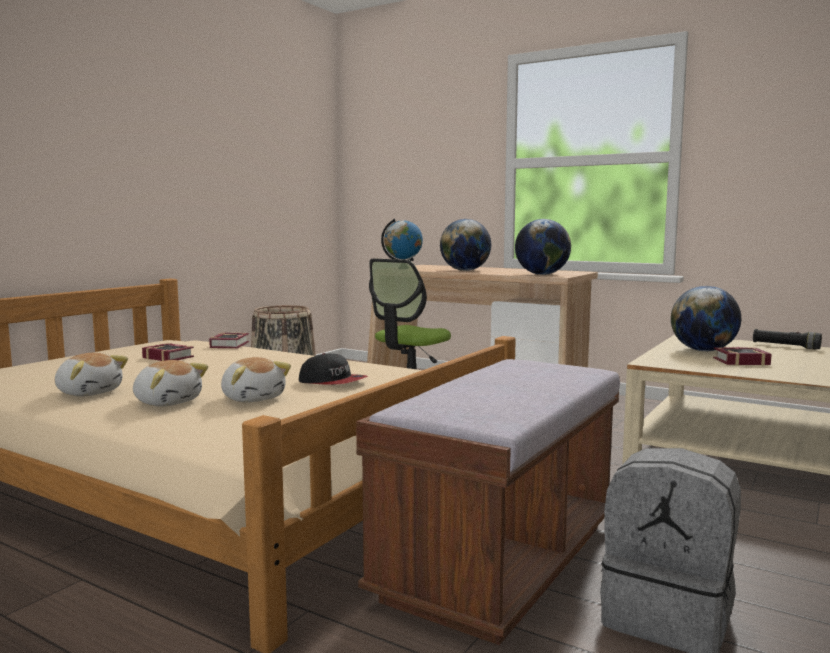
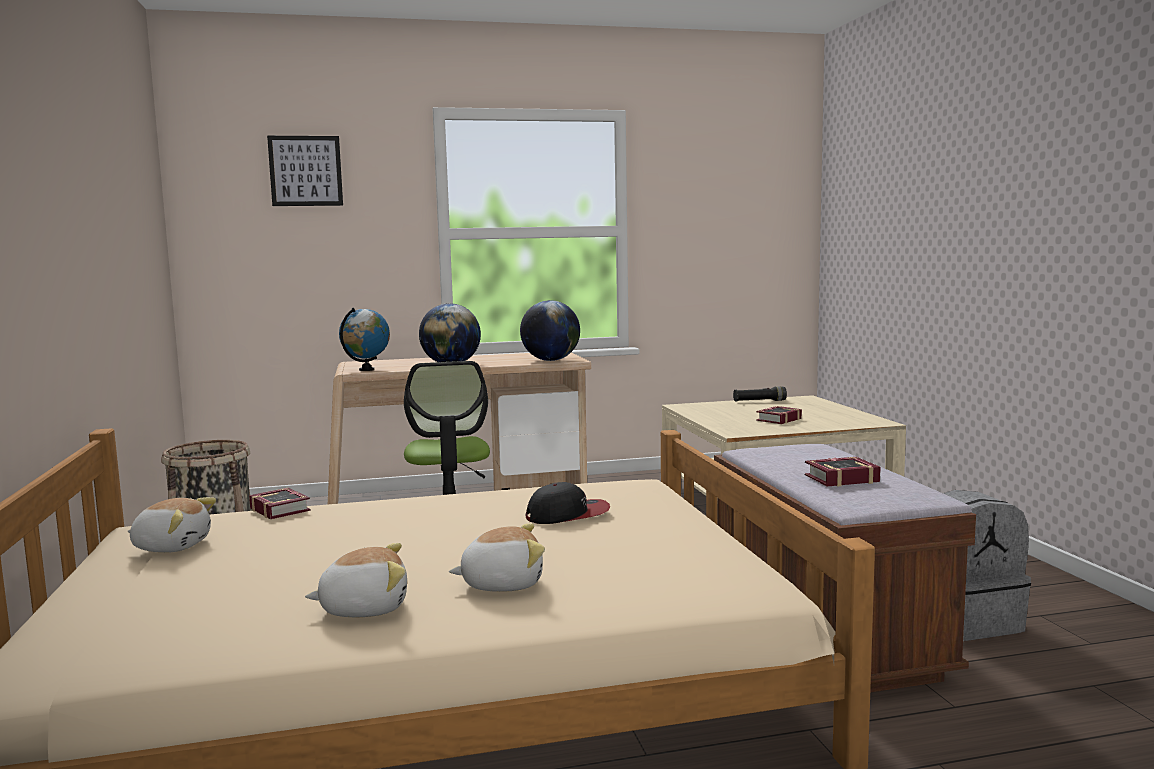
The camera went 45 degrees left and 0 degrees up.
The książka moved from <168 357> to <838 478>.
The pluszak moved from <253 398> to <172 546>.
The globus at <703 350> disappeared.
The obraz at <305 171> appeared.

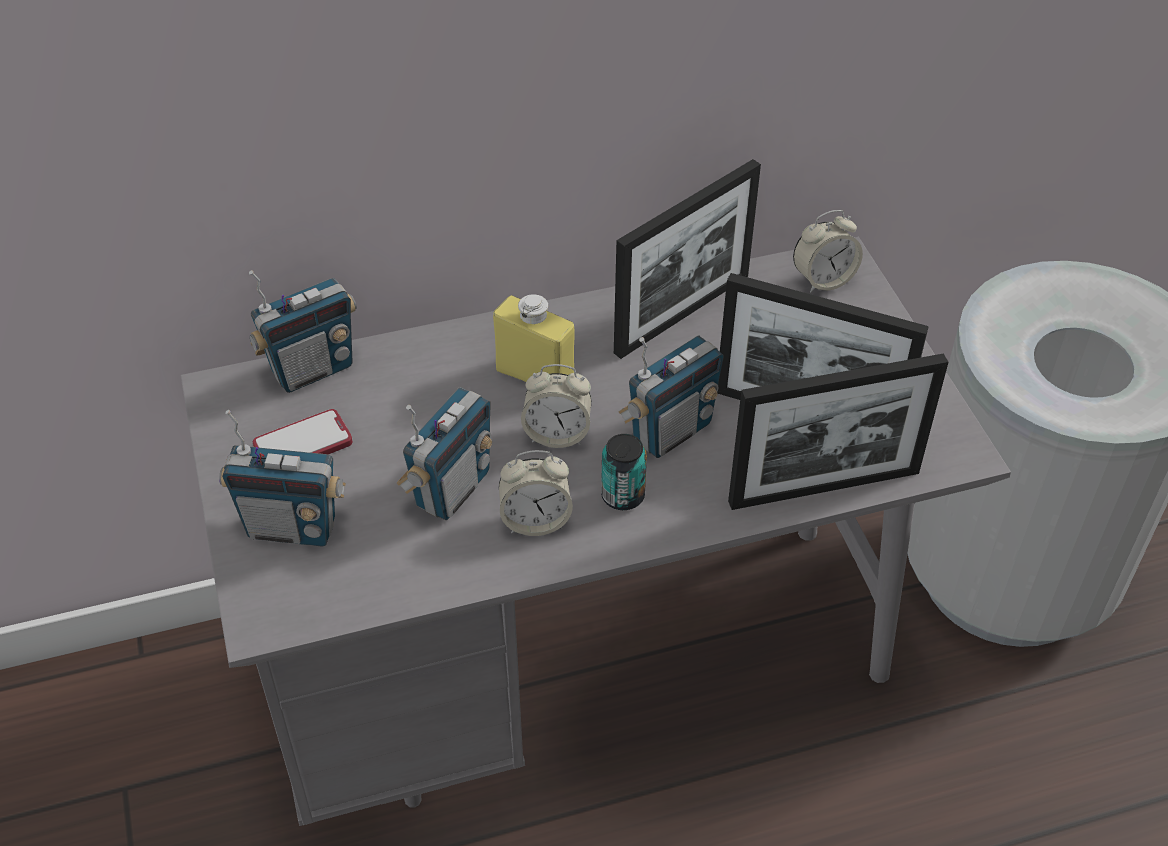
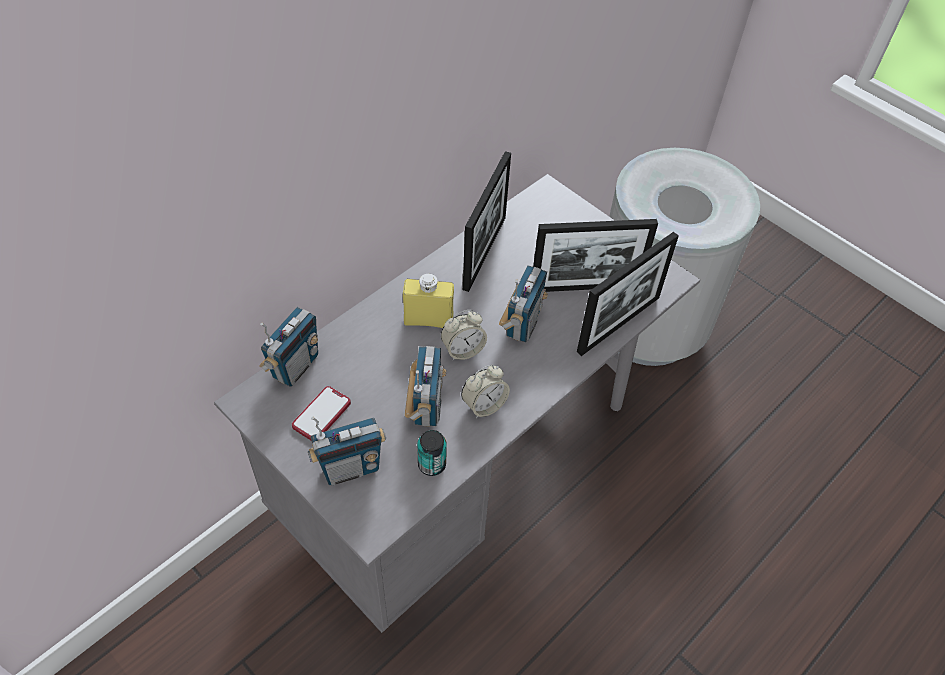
The camera went 30 degrees left and 5 degrees up.
The puszka moved from <622 496> to <432 464>.
The budzik at <823 280> disappeared.

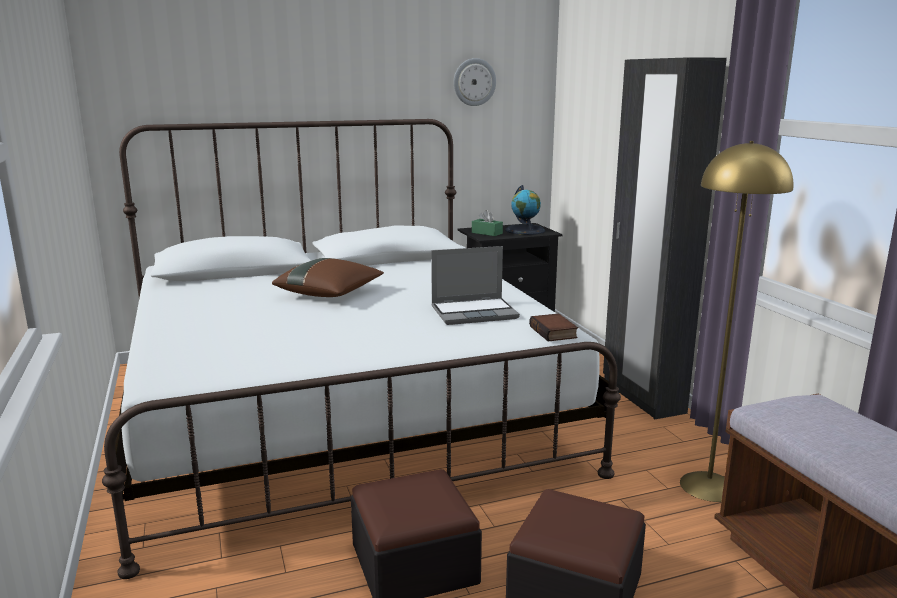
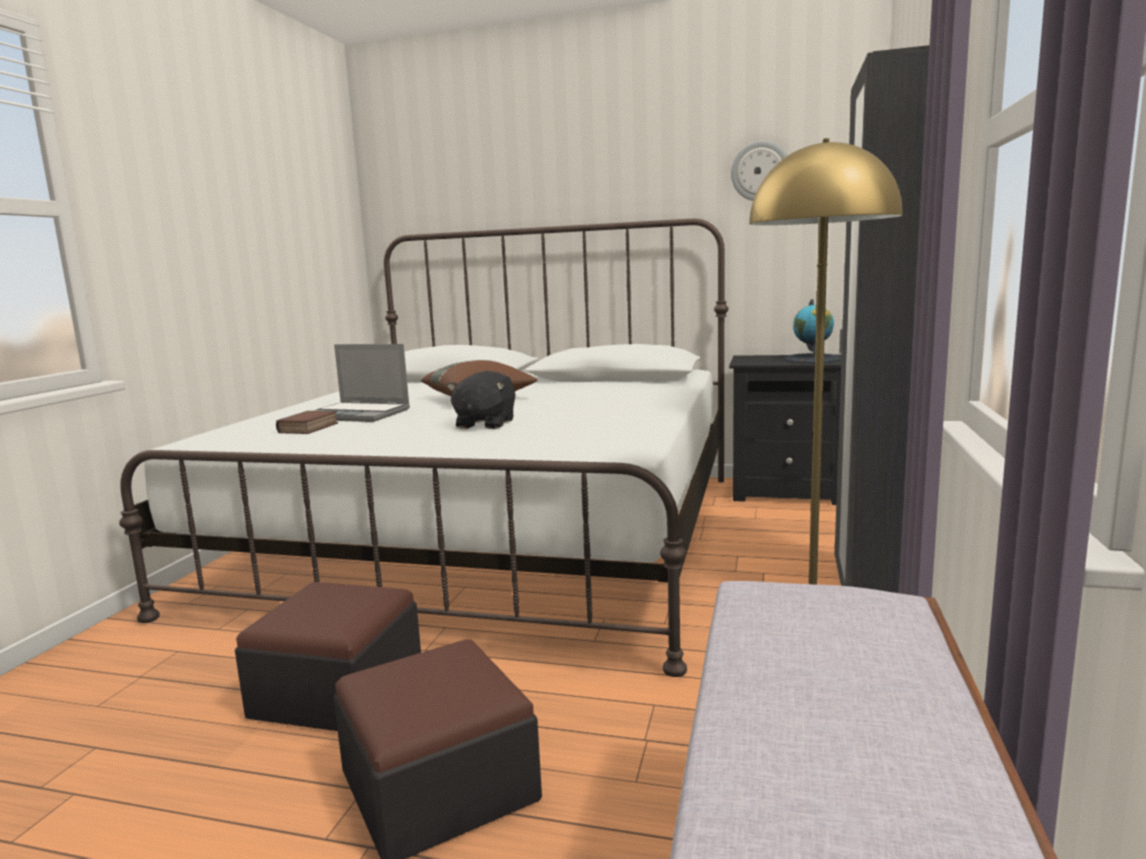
The camera went 35 degrees right and 5 degrees down.
The laptop moved from <475 312> to <360 414>.
The pudełko chusteczek (zielony) at <487 233> disappeared.
The książka moved from <554 332> to <309 428>.
The pluszak (czarny) at <484 424> appeared.

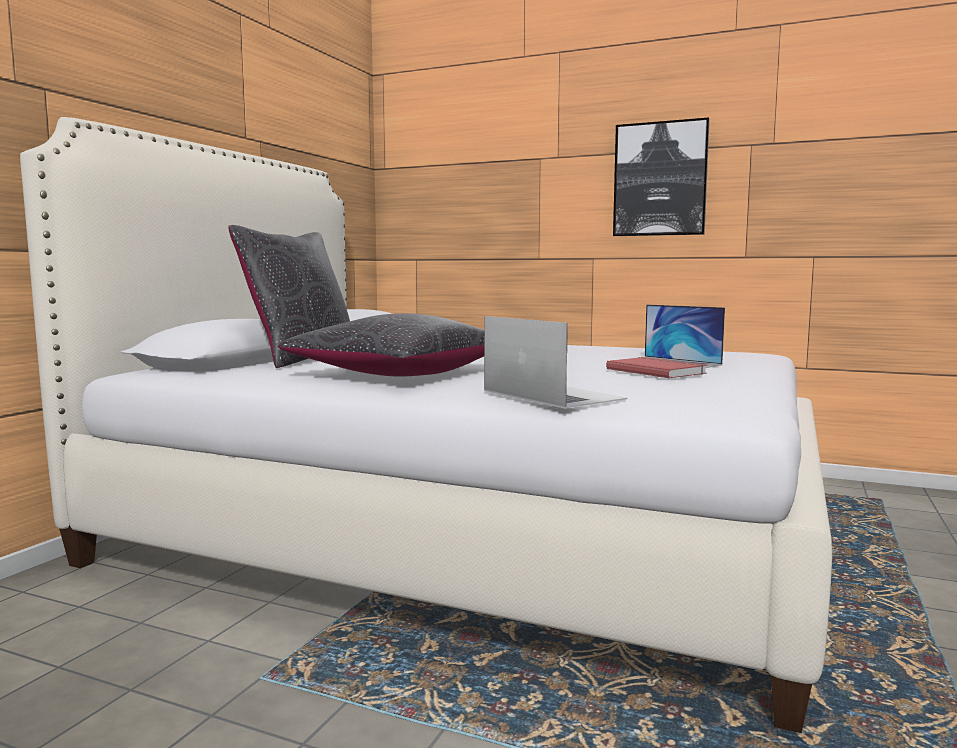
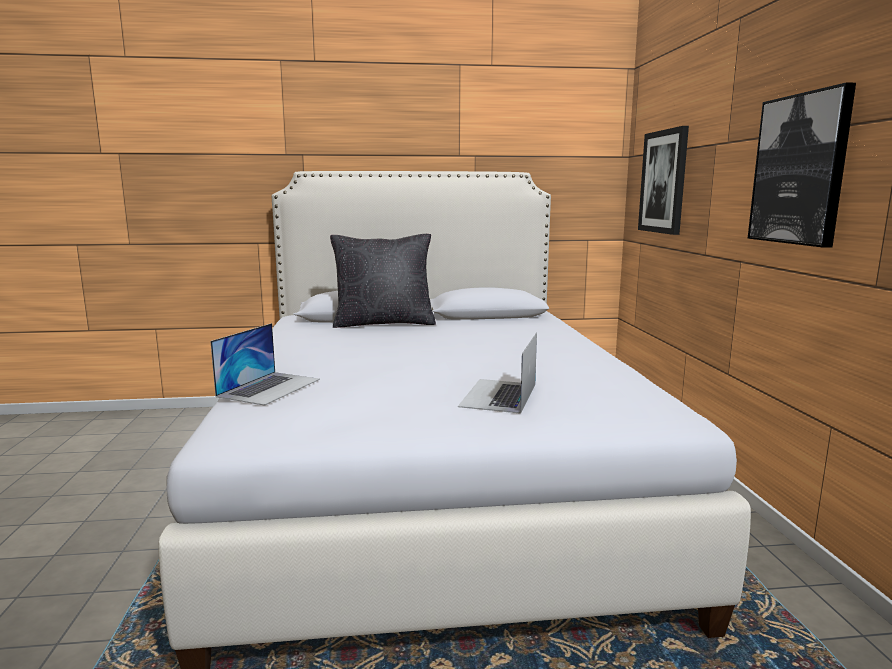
The camera went 60 degrees right and 5 degrees up.
The poduszka (czarny) at <399 374> disappeared.
The książka (czerwony) at <657 371> disappeared.
The obraz at <664 182> appeared.

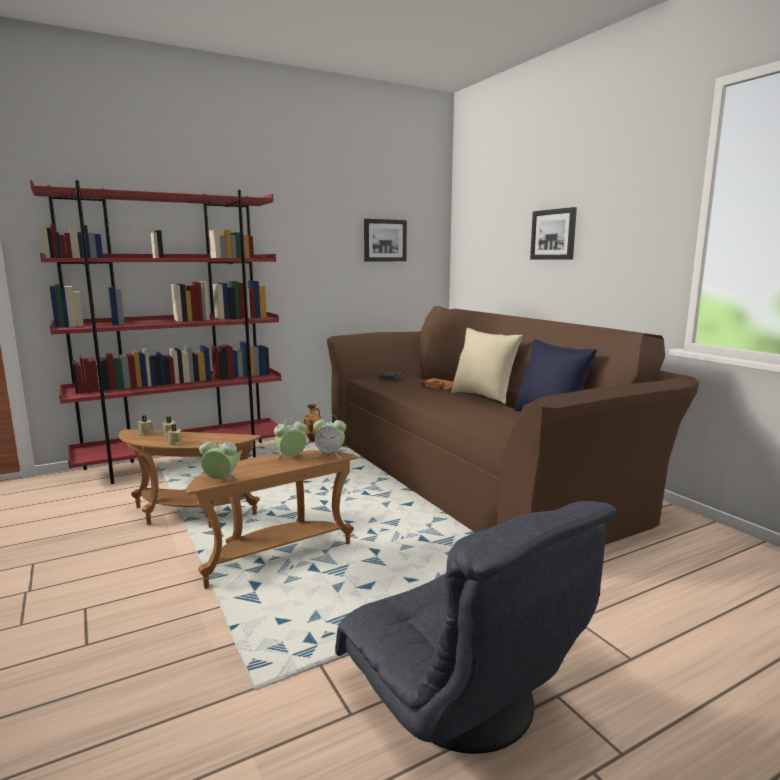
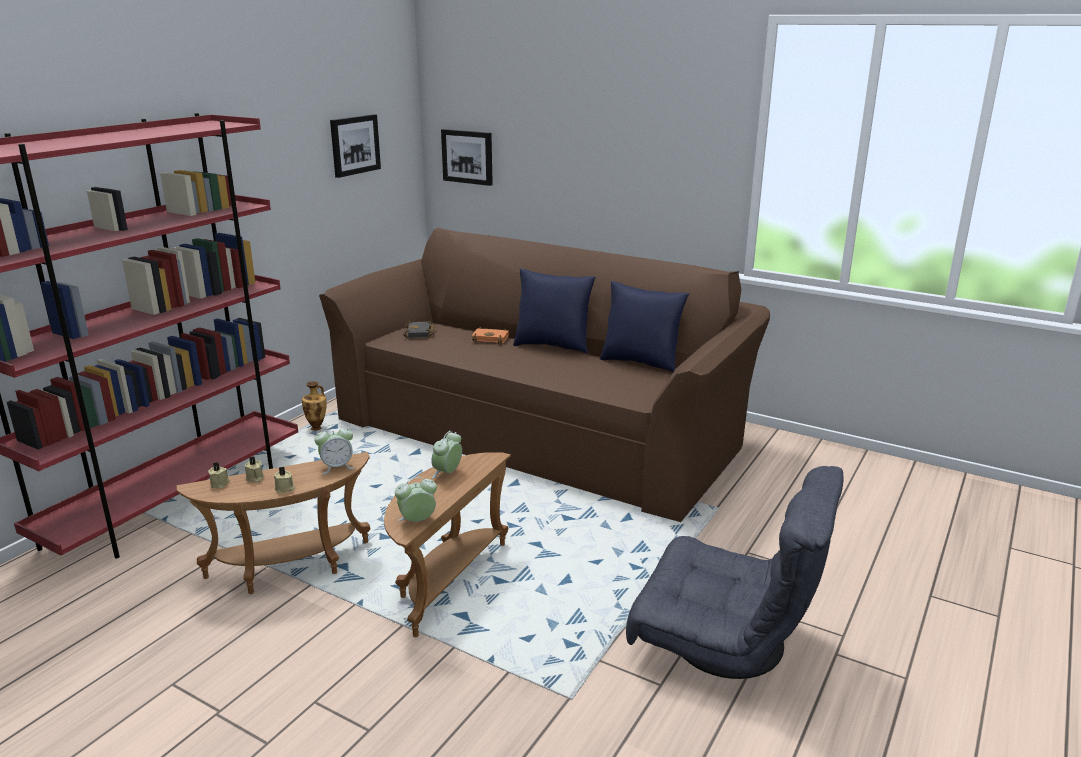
The camera went 30 degrees left and 10 degrees up.
The budzik moved from <330 454> to <337 467>.
The poduszka (beżowy) at <483 396> became the poduszka (niebieski) at <553 346>.
The obraz moved from <553 234> to <467 156>.

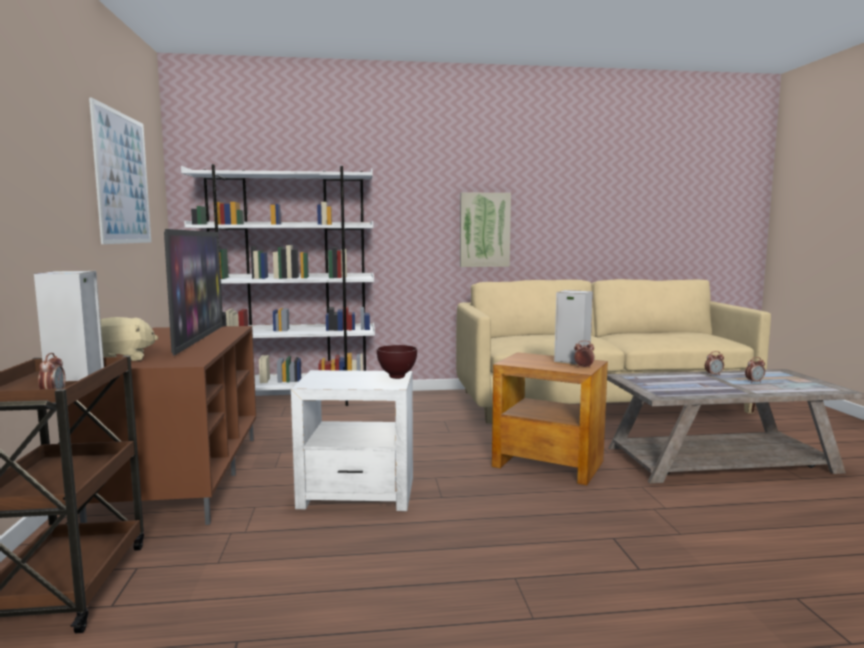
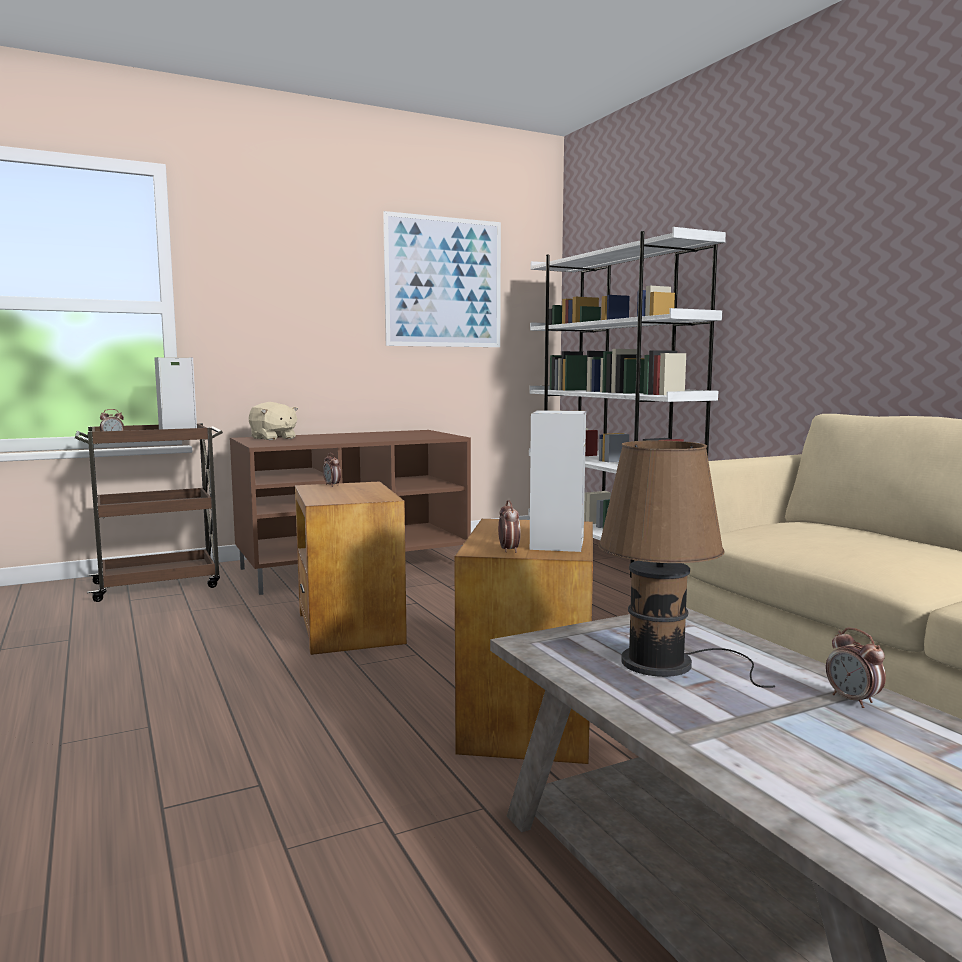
The camera went 70 degrees right and 0 degrees up.
The telewizor at <198 339> disappeared.
The stolik (biały) at <358 493> became the stolik (brązowy) at <349 628>.
The miska (brązowy) at <398 377> disappeared.
The obraz at <484 230> disappeared.
The budzik moved from <754 382> to <332 485>.
The lampa stołowa (brązowy) at <665 663> appeared.

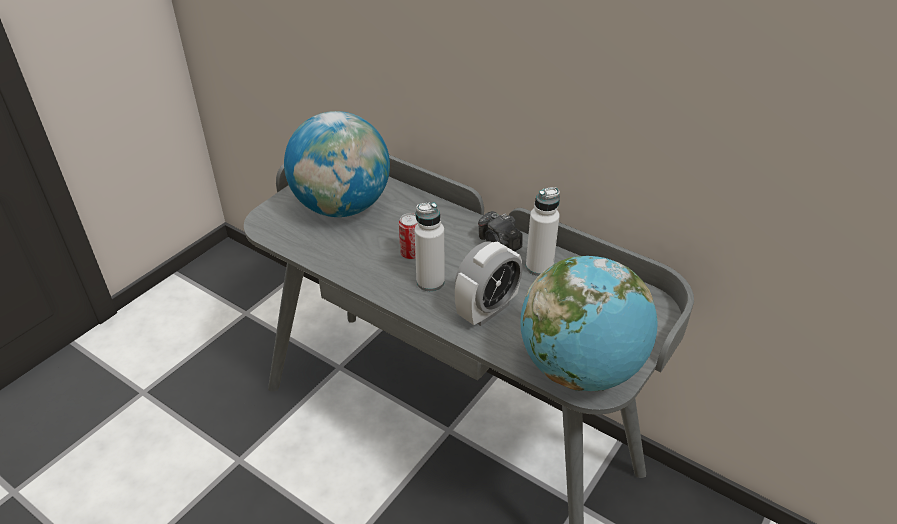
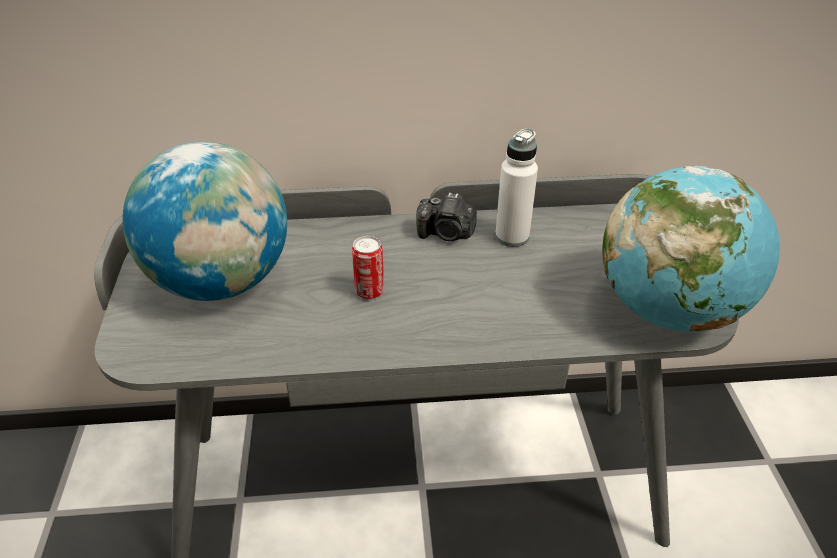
The camera went 40 degrees left and 0 degrees up.
The butelka (biały) at <430 282> disappeared.
The budzik at <487 310> disappeared.

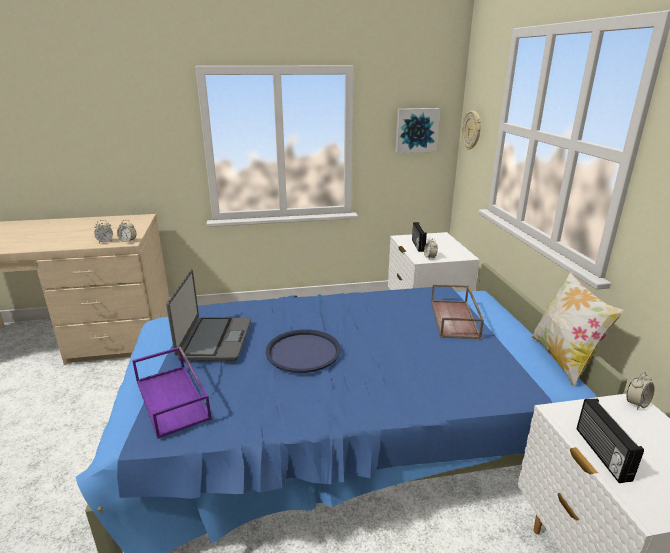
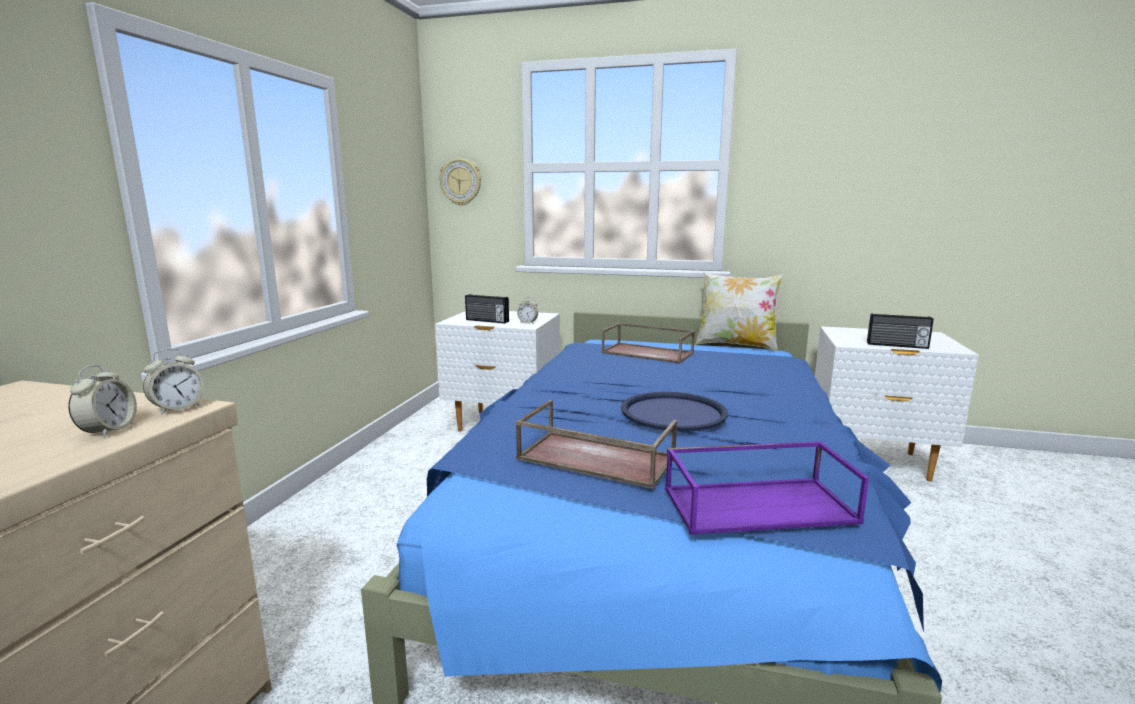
The camera went 65 degrees left and 10 degrees down.
The laptop at <214 340> was replaced by the taca (brązowy) at <594 459>.
The obraz at <416 130> disappeared.
The budzik at <636 403> disappeared.

